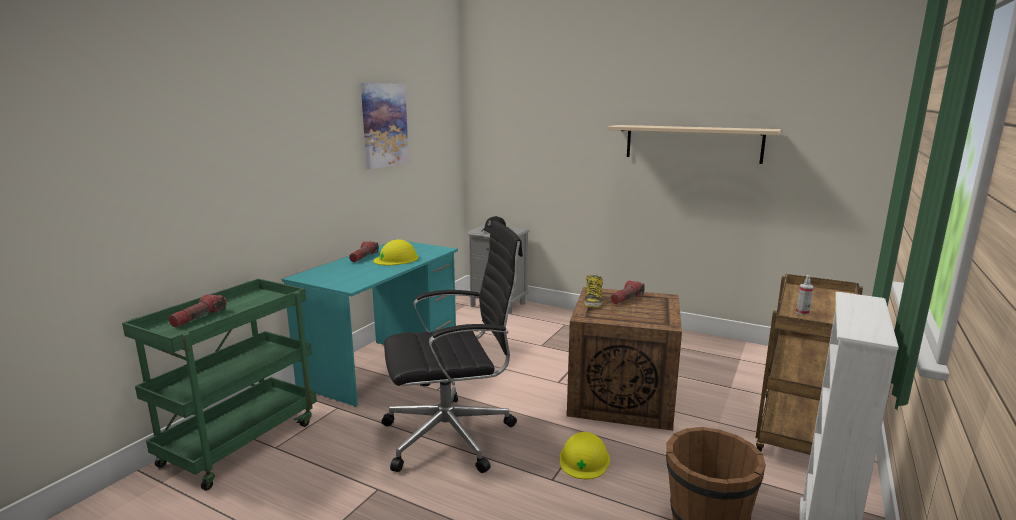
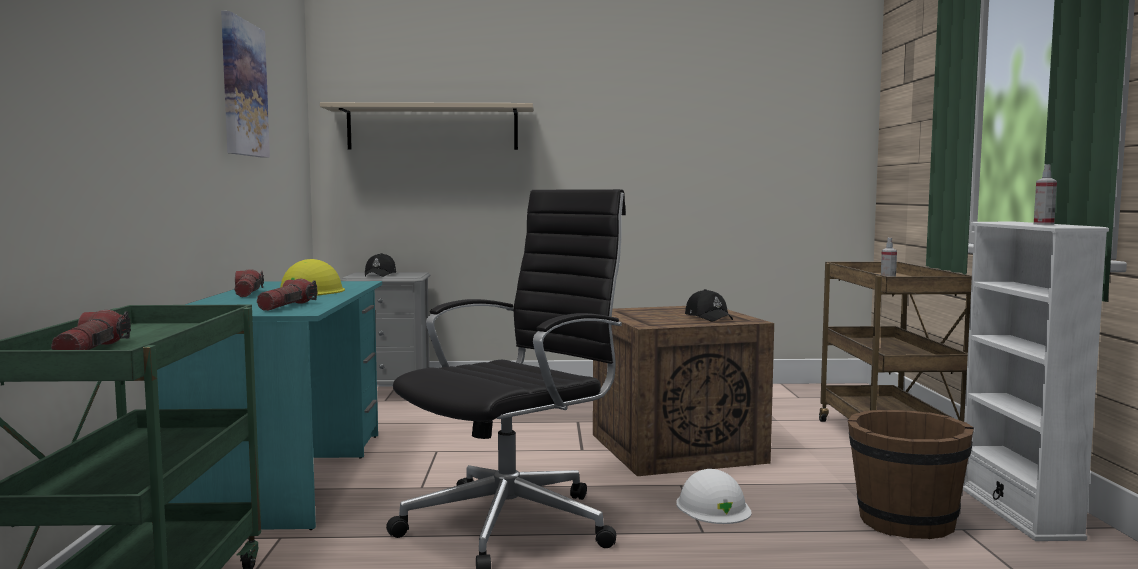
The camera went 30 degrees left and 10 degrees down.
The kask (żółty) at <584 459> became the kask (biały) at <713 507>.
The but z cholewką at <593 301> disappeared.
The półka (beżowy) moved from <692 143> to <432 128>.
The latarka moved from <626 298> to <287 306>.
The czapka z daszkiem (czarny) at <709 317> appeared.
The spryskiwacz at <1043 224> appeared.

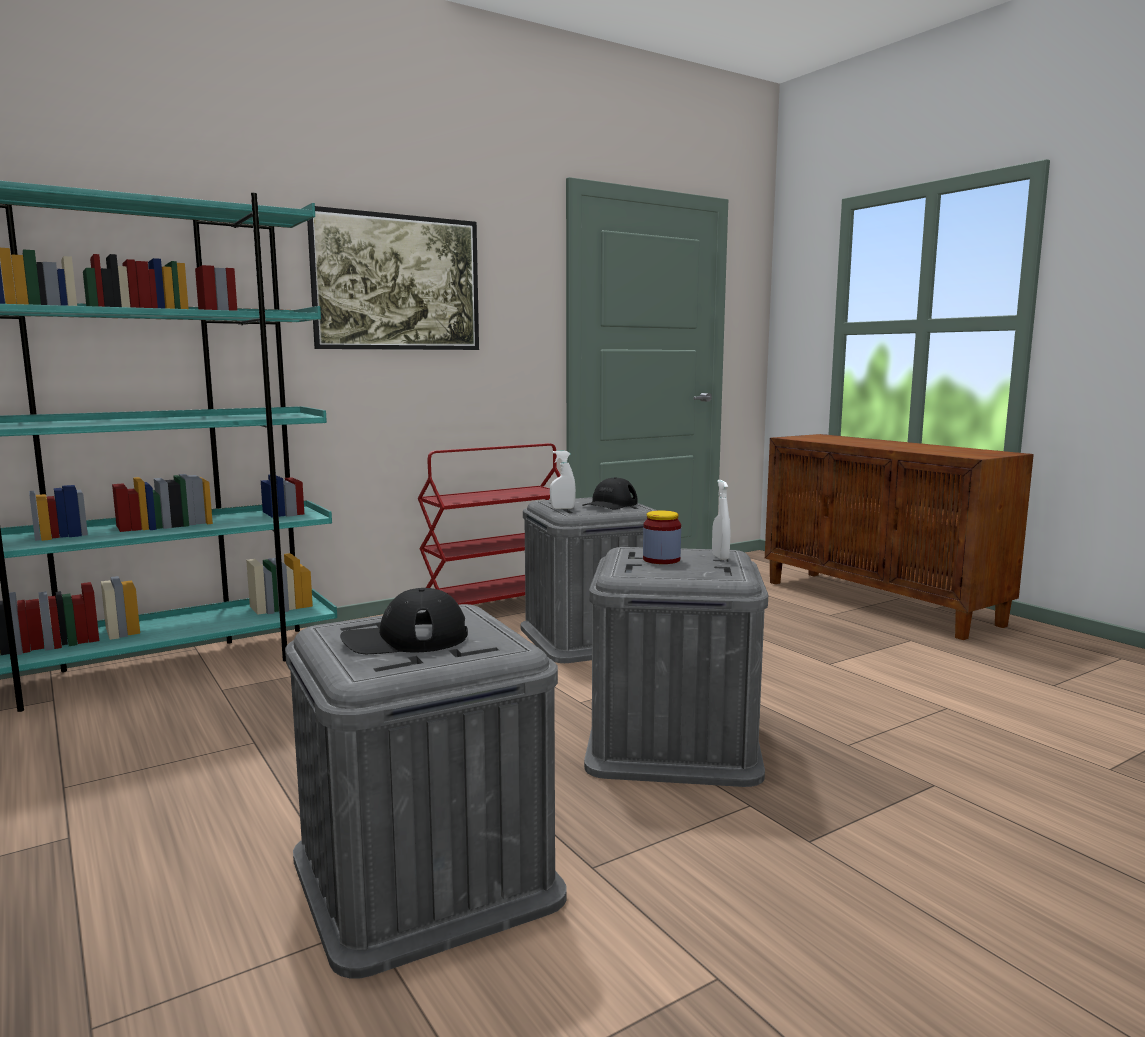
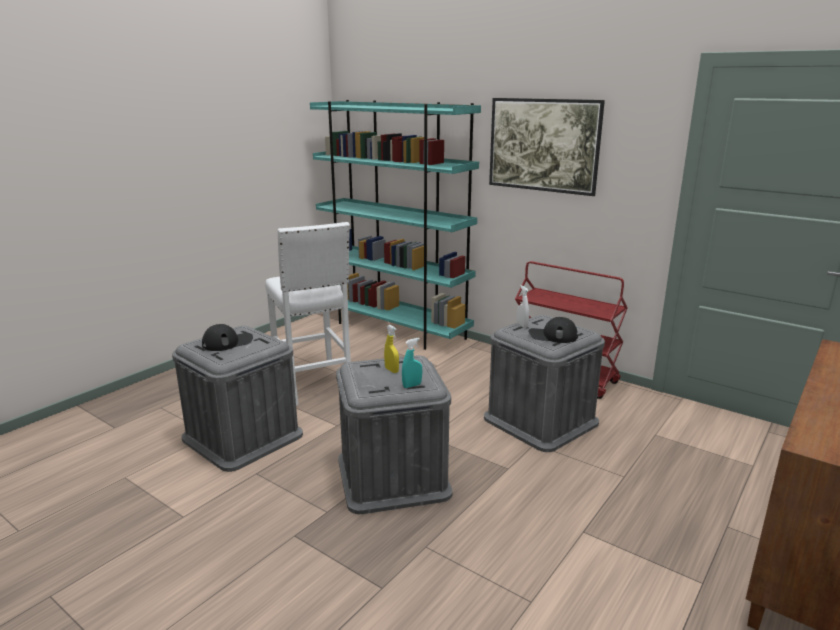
The camera went 70 degrees right and 10 degrees up.
The czapka z daszkiem (czarny) at <405 639> turned 90 degrees clockwise.
The słoik at <661 560> was replaced by the spryskiwacz (żółty) at <391 370>.
The spryskiwacz (biały) at <720 557> became the spryskiwacz (turkusowy) at <412 385>.
The stołek (biały) at <313 384> appeared.

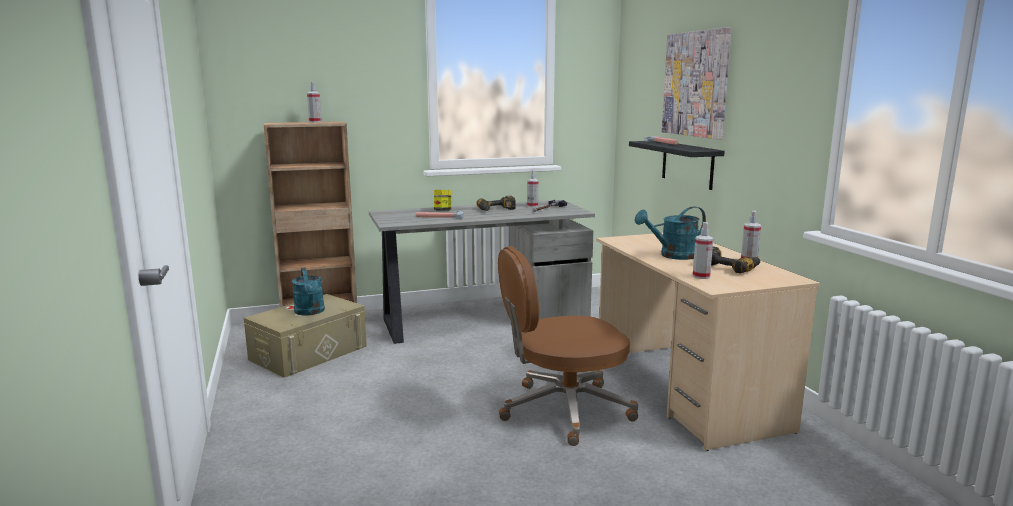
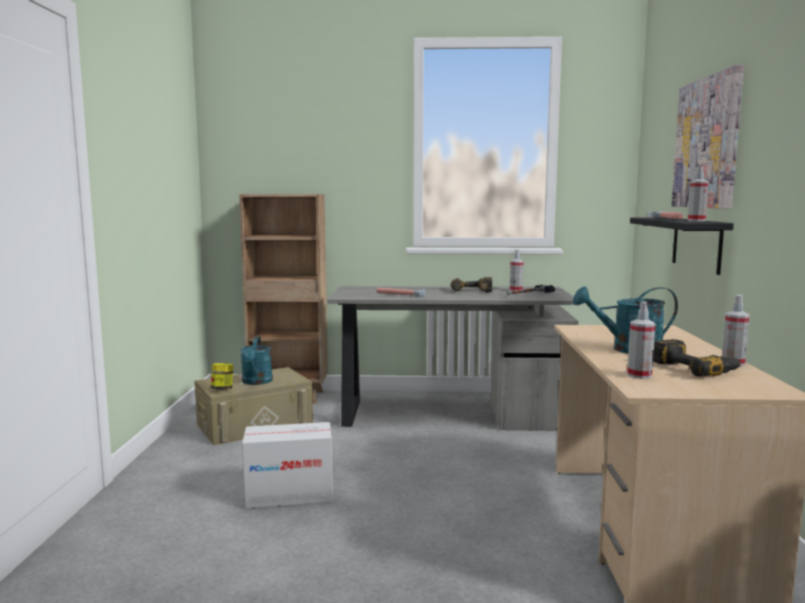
The camera went 20 degrees right and 5 degrees down.
The spryskiwacz moved from <315 122> to <696 220>.
The słoik moved from <442 211> to <222 389>.
The krzesło biurowe (brązowy) at <563 410> disappeared.
The karton at <289 495> appeared.

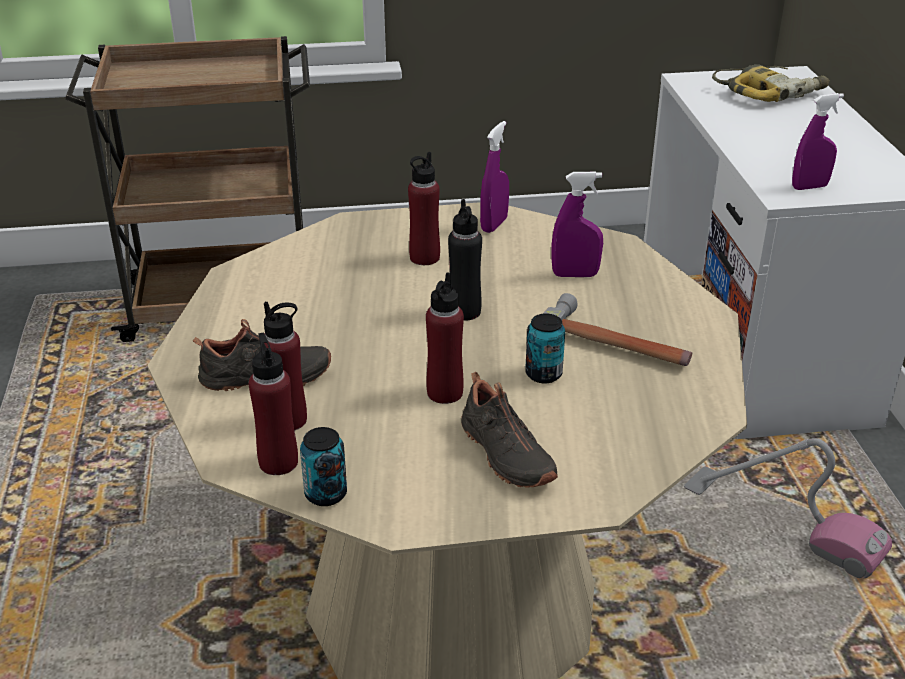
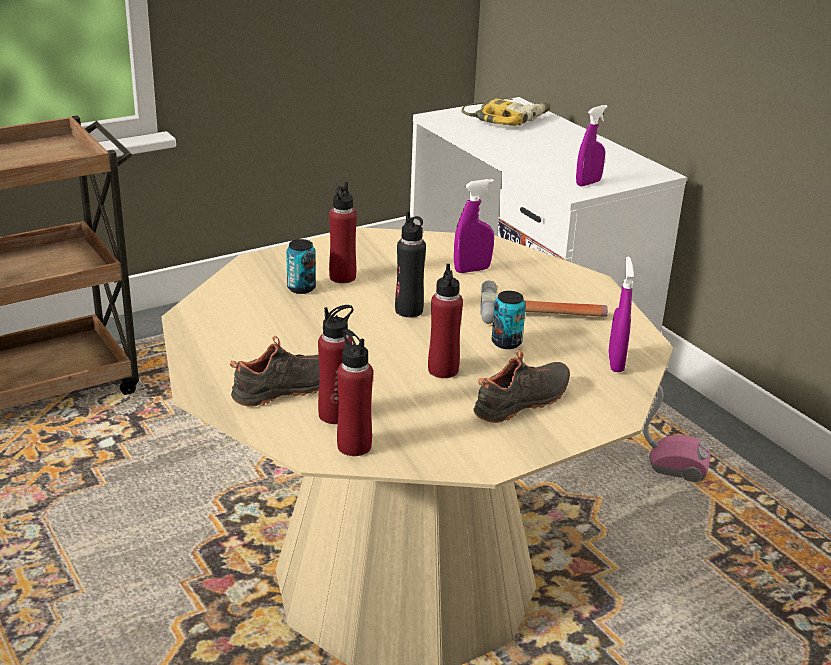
The camera went 25 degrees left and 5 degrees down.
The puszka moved from <326 494> to <301 288>.
The but (czarny) at <504 455> turned 75 degrees counterclockwise.
The spryskiwacz (fioletowy) moved from <494 225> to <615 363>.

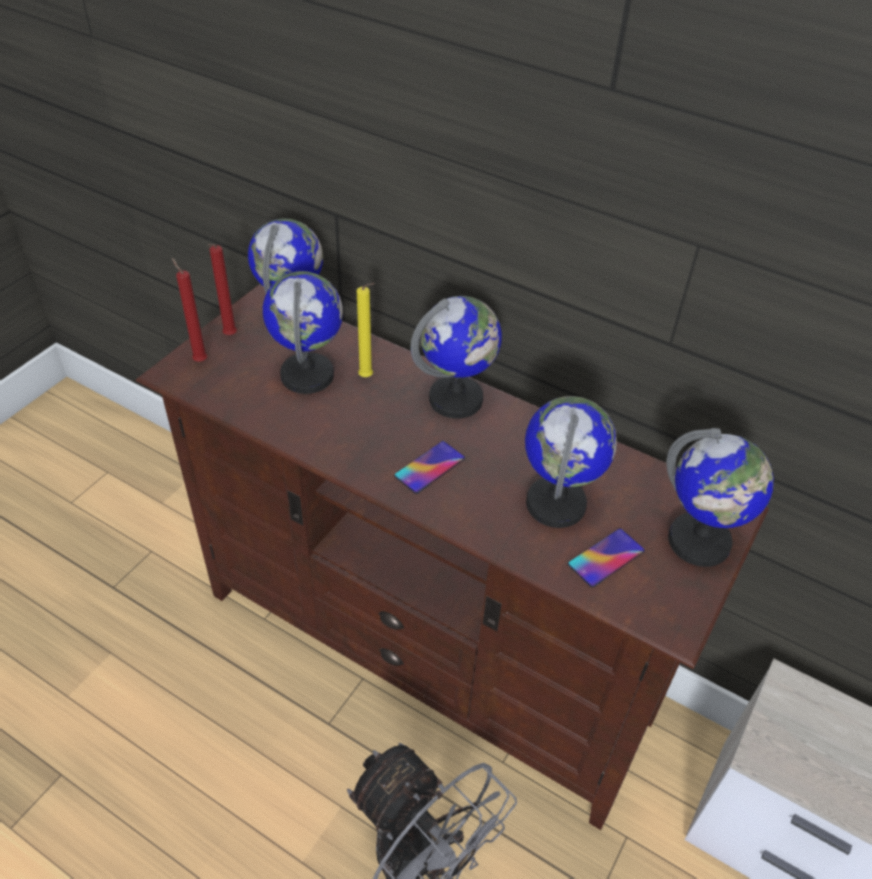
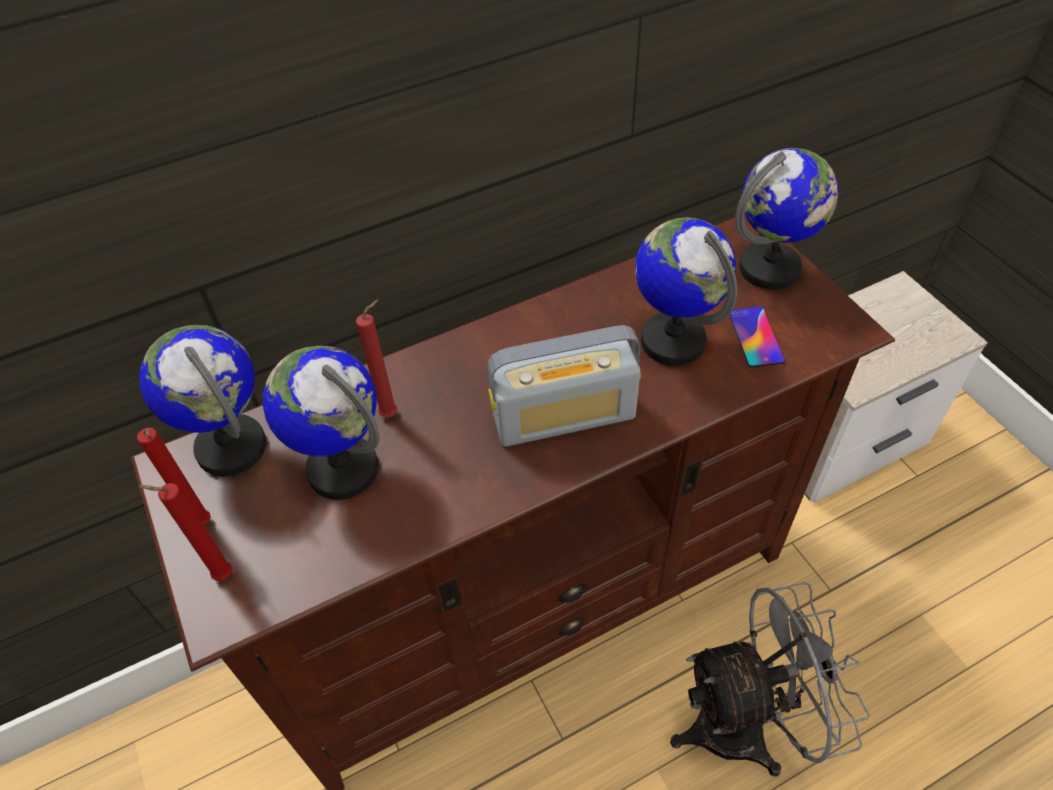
The camera went 55 degrees left and 5 degrees up.
The świeca (żółty) at <367 378> became the świeca (czerwony) at <392 413>.
The telefon at <429 467> was replaced by the radio at <564 416>.
The globus at <456 400> disappeared.

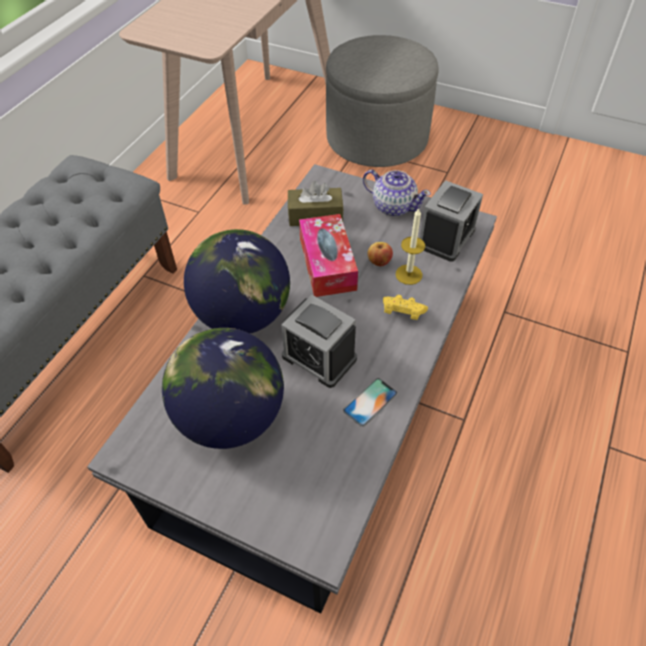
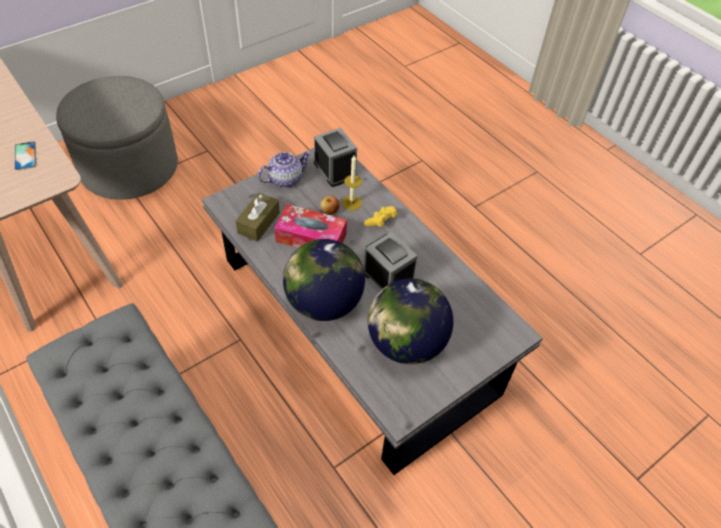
The camera went 65 degrees left and 0 degrees up.
The budzik at <319 357> turned 105 degrees counterclockwise.
The telefon moved from <370 402> to <25 156>.

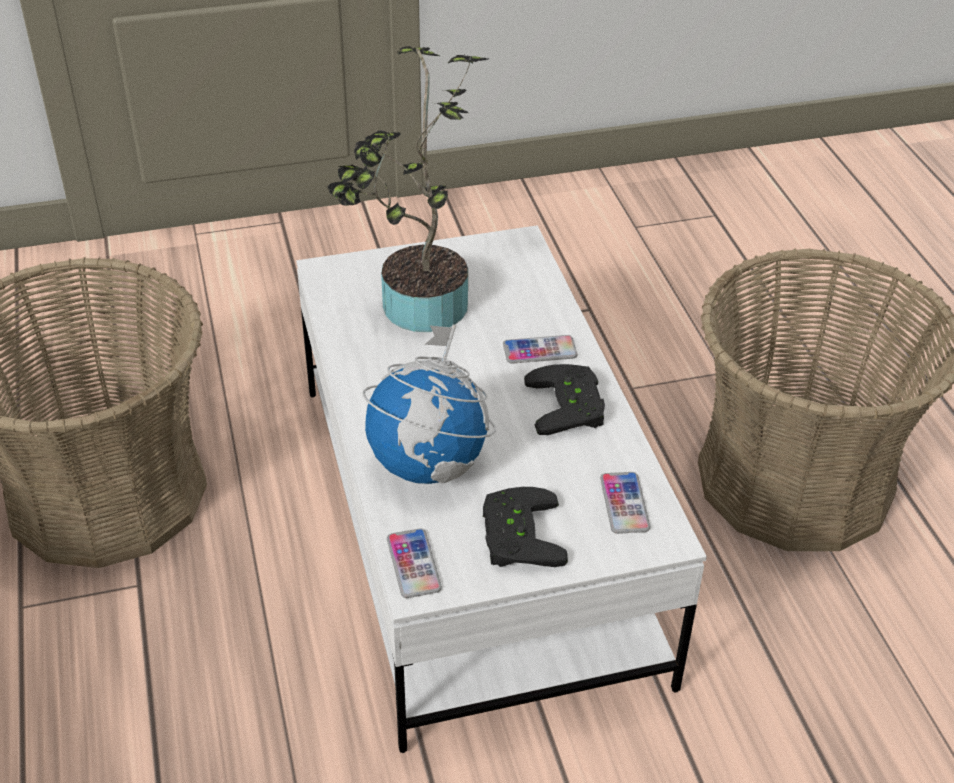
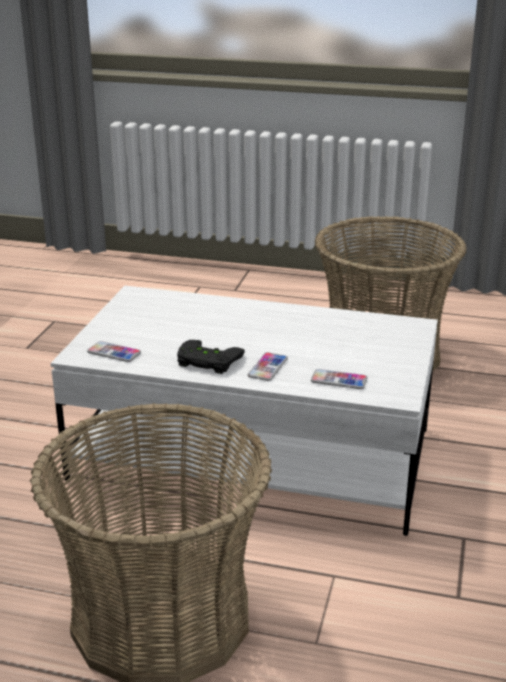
The camera went 120 degrees right and 15 degrees down.
The roślina doniczkowa at <417 310> disappeared.
The globus at <429 464> disappeared.
The telefon moved from <413 564> to <339 380>.
The pad do gier (czarny) at <516 534> disappeared.

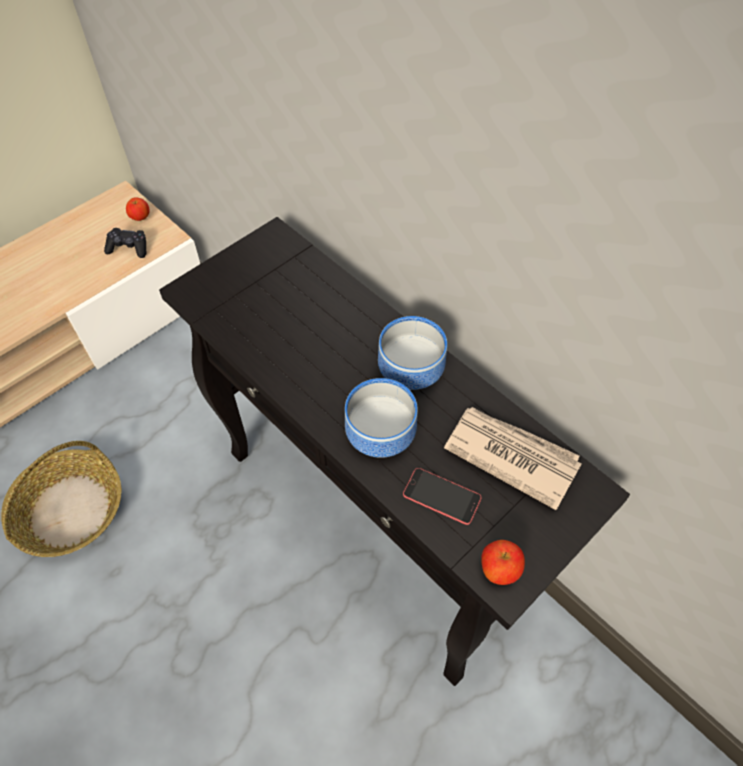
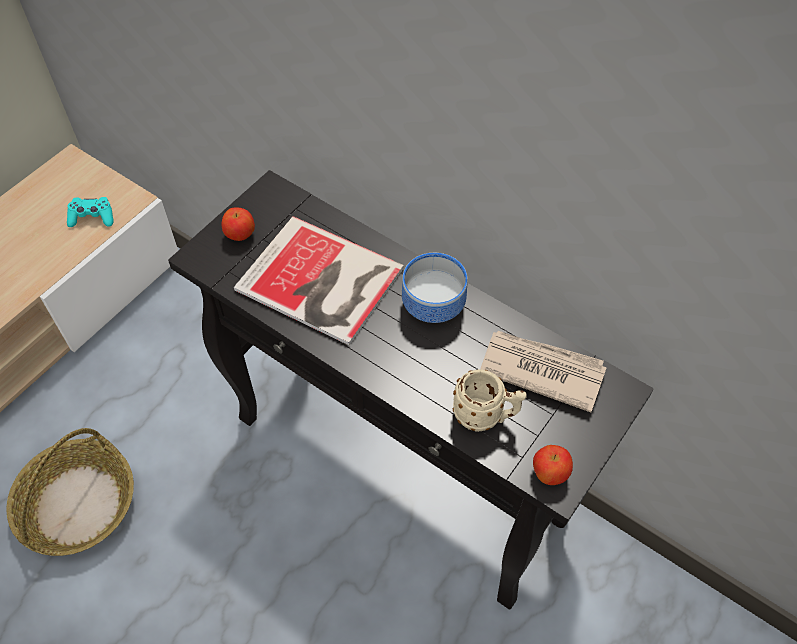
The camera went 10 degrees left and 0 degrees up.
The pad do gier (czarny) at <128 248> became the pad do gier (turkusowy) at <92 217>.
The jabłko moved from <140 218> to <240 235>.
The miska at <381 437> disappeared.
The telefon at <441 496> was replaced by the kubek (beżowy) at <485 416>.
The książka at <321 283> appeared.

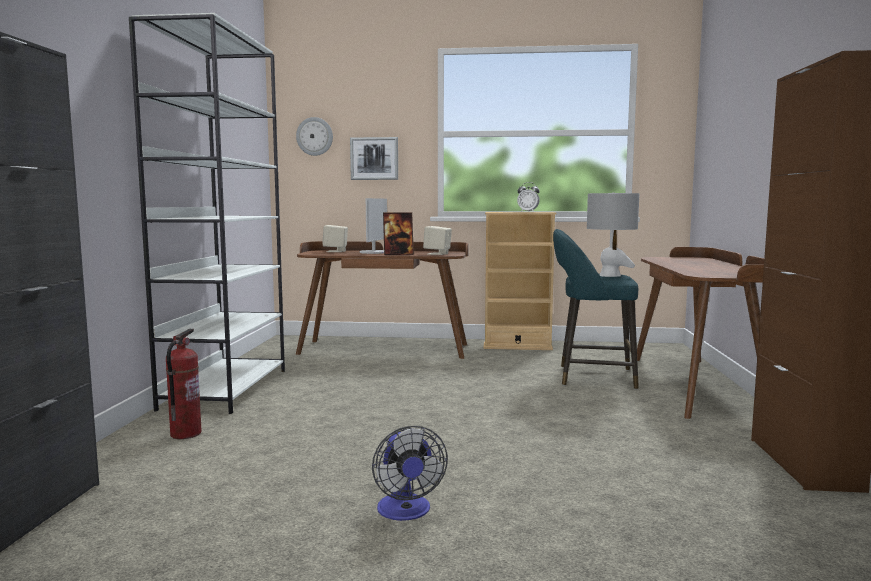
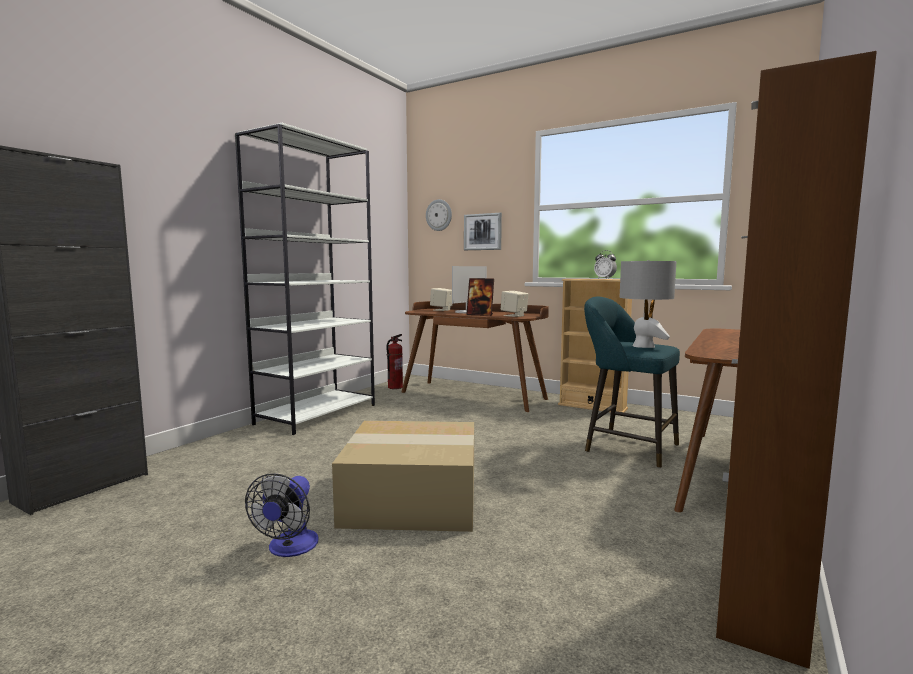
The camera went 25 degrees right and 0 degrees up.
The gaśnica moved from <185 434> to <395 387>.
The karton at <414 497> appeared.

